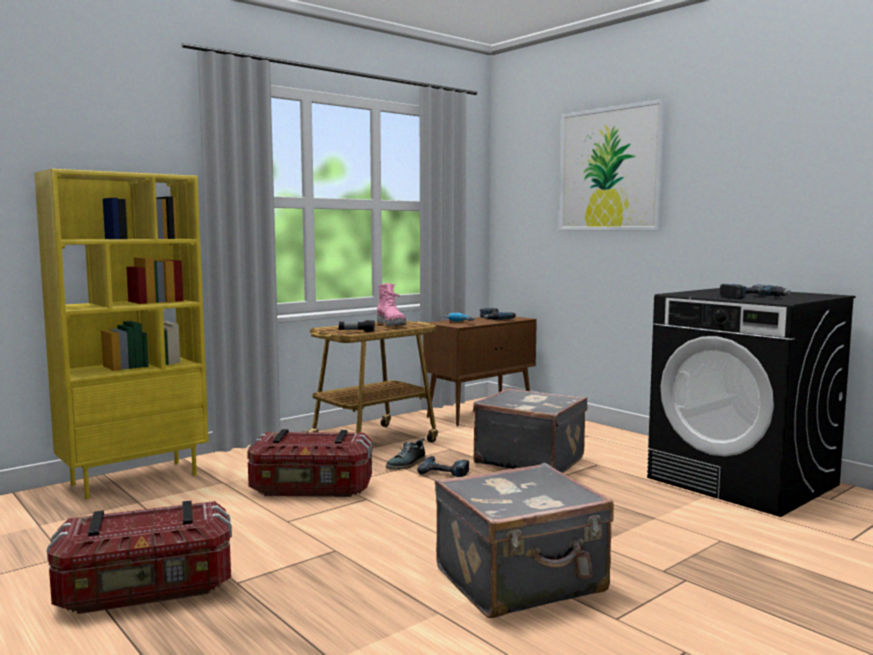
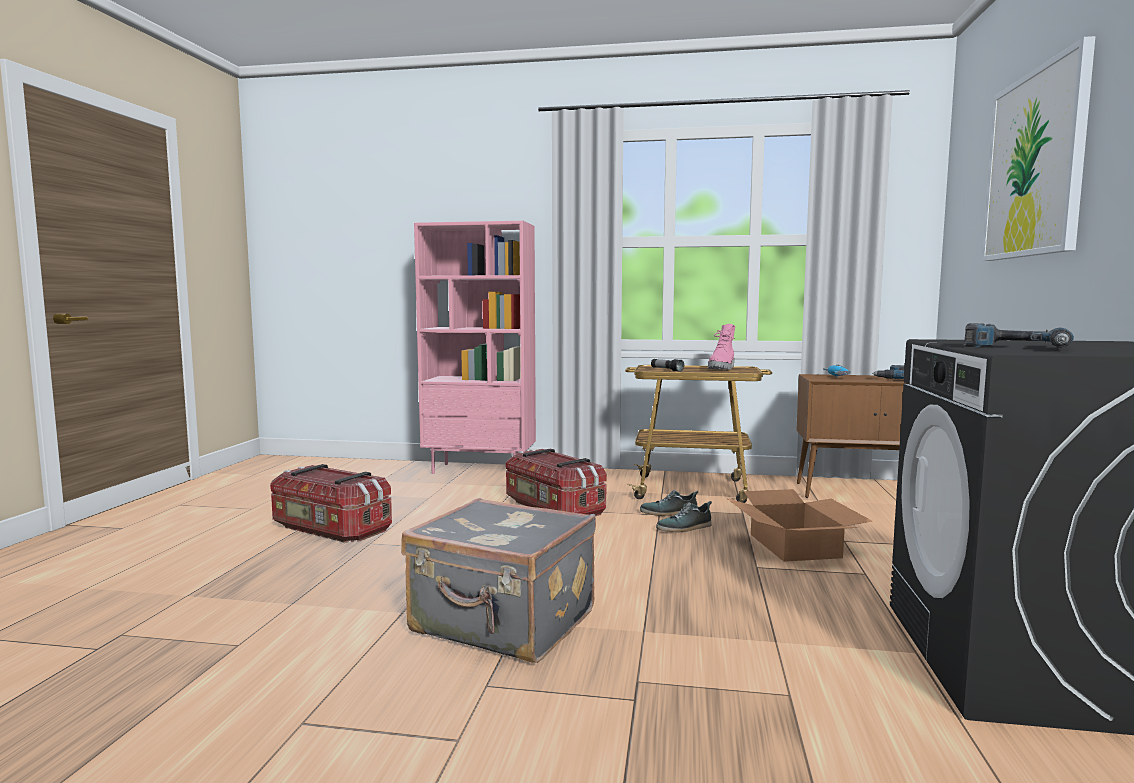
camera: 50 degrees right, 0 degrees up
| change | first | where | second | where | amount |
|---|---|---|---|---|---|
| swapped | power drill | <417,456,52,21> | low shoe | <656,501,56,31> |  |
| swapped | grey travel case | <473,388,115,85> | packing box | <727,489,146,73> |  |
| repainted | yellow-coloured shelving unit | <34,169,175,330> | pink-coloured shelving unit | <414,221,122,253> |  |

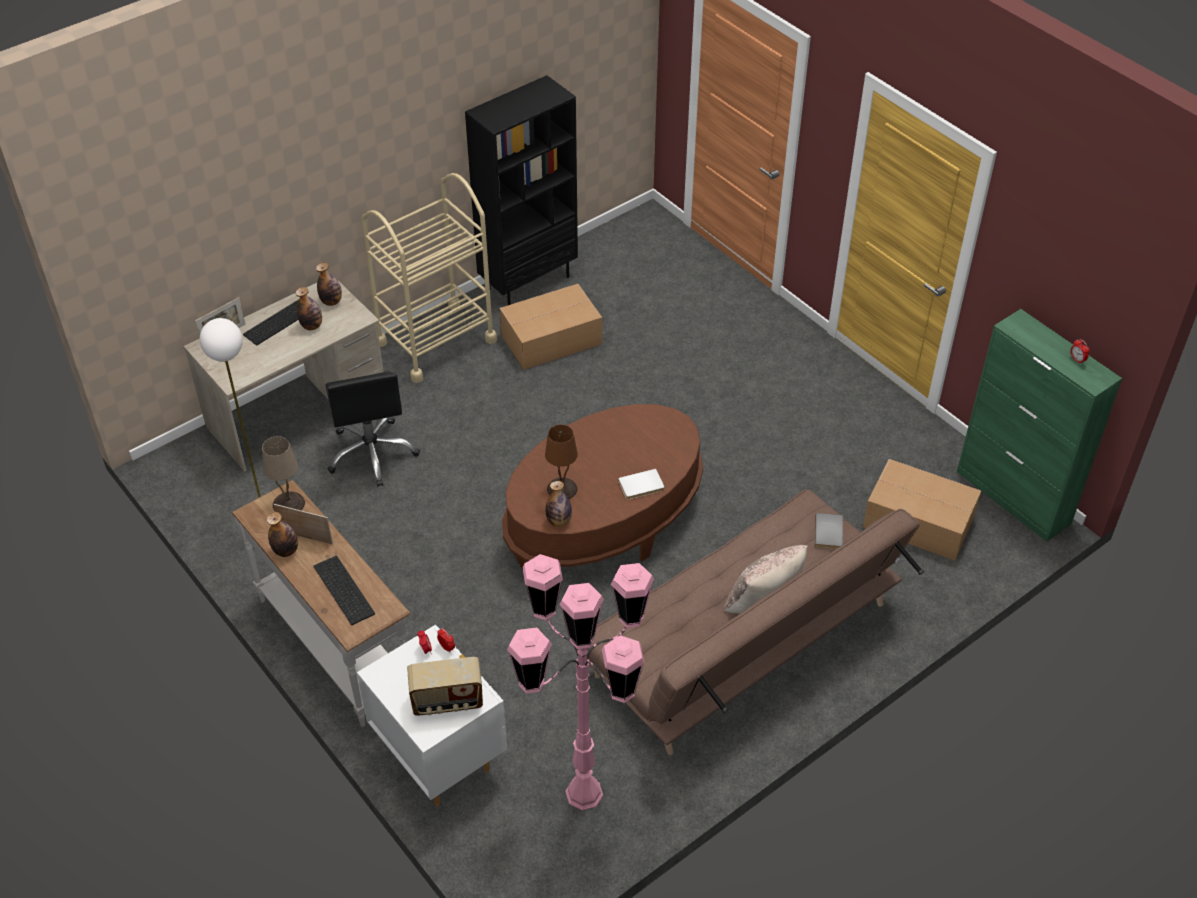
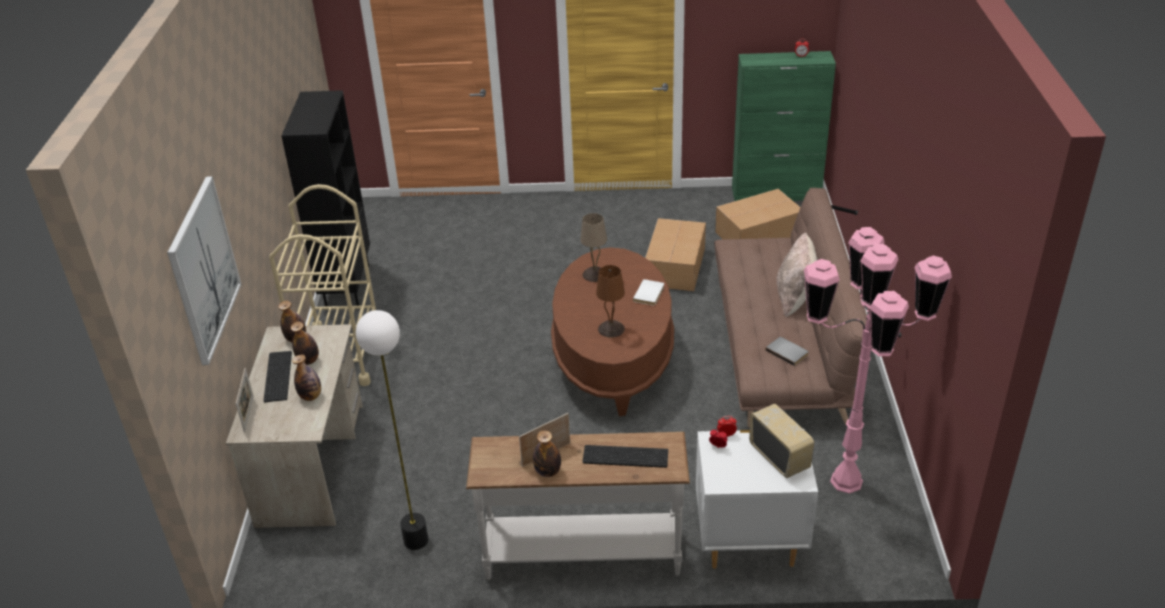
camera: 50 degrees left, 10 degrees down
| change | first | where | second | where | amount |
|---|---|---|---|---|---|
| gone | black desk chair | <325,371,95,116> |  |  |  |
| new |  |  | wall art | <167,176,74,189> |  |
| shifted | sand-coloured lamp for a table | <262,436,43,75> |  | <580,213,27,69> |  |
| shifted | packing box | <500,284,102,86> |  | <645,218,61,74> |  |
| shifted | drink bottle | <546,481,26,46> |  | <292,355,29,46> |  |
| shifted | grey volume | <815,513,28,36> |  | <765,337,44,29> |  |
| rotated | radio | <407,657,76,59> |  | <749,404,65,74> | 60 degrees counterclockwise |

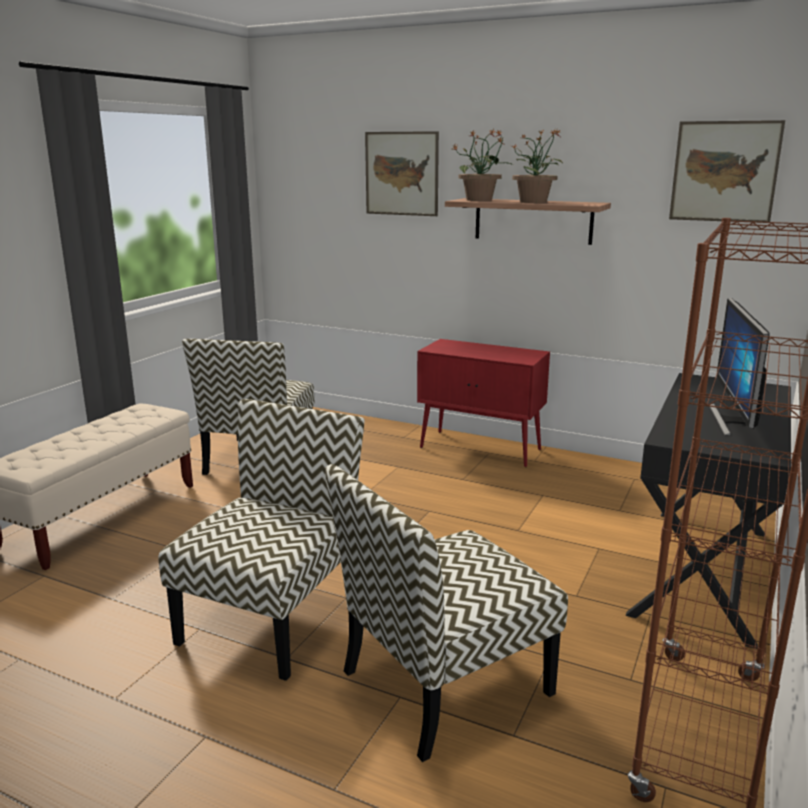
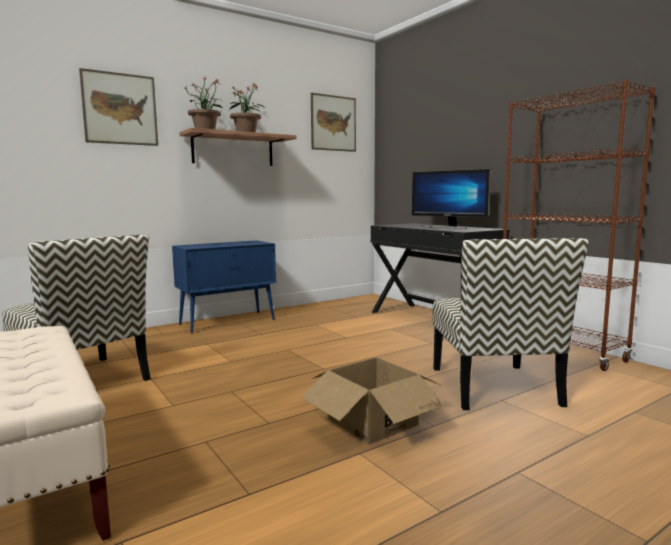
camera: 60 degrees left, 10 degrees down
| change | first | where | second | where | amount |
|---|---|---|---|---|---|
| swapped | chair | <158,399,207,282> | packing box | <301,357,143,87> |  |
| repainted | reddish cupboard | <417,339,133,128> | blue cupboard | <172,241,104,93> |  |

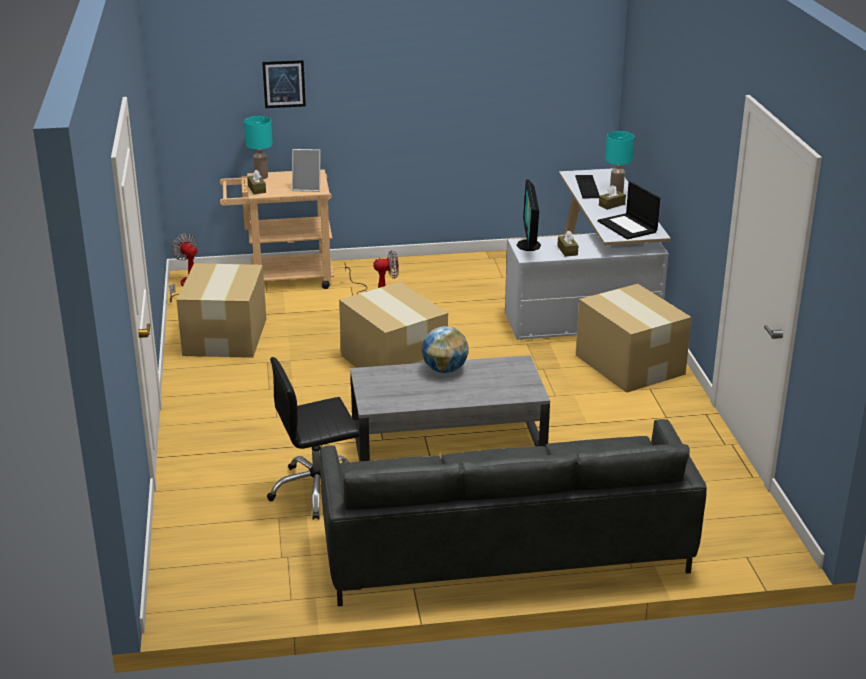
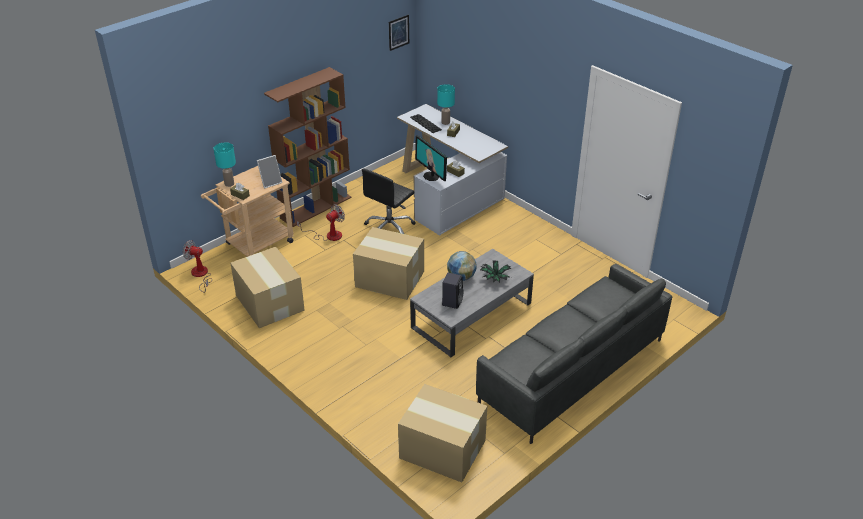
camera: 35 degrees left, 10 degrees up
| change | first | where | second | where | amount |
|---|---|---|---|---|---|
| gone | notebook computer | <598,181,62,58> |  |  |  |
| new |  |  | brown shelving unit | <264,67,88,160> |  |
| new |  |  | black loudspeaker | <442,273,22,36> |  |
| new |  |  | potted plant | <480,260,31,22> |  |
| shifted | wall art | <262,60,44,48> |  | <389,15,20,36> |  |
| shifted | black desk chair | <267,357,93,163> |  | <362,168,54,66> |  |
| shifted | packing box | <576,284,116,109> |  | <398,384,89,98> |  |

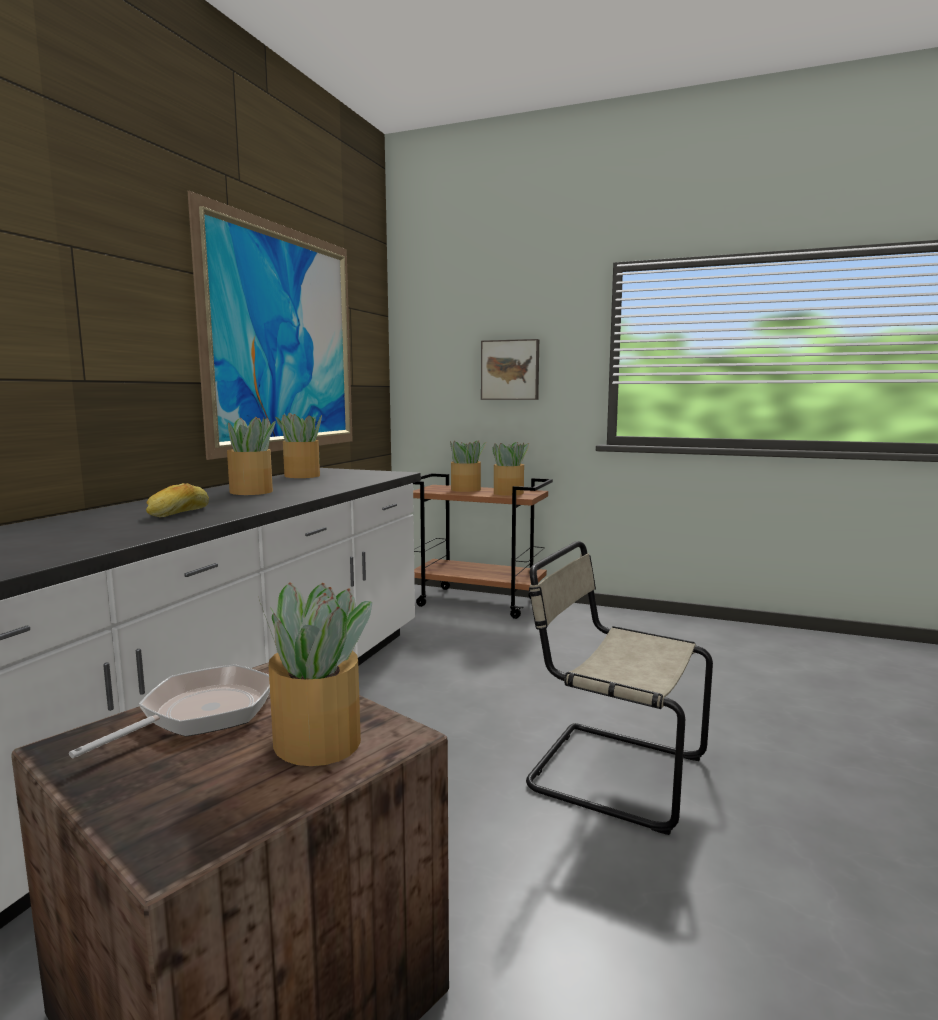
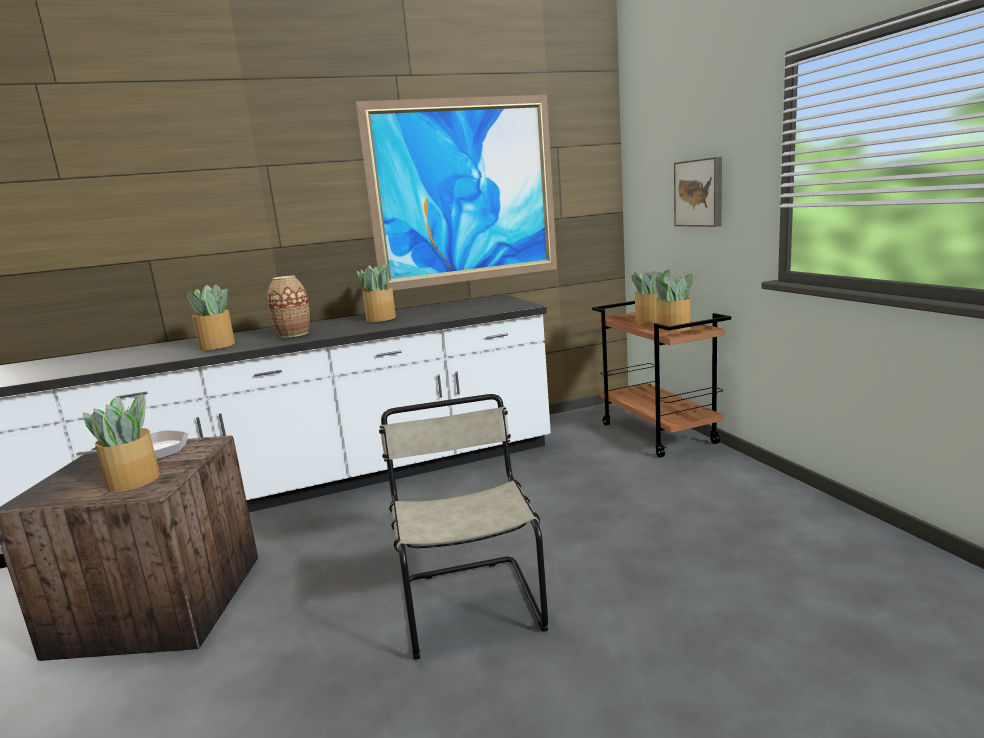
camera: 50 degrees right, 5 degrees up
| change | first | where | second | where | amount |
|---|---|---|---|---|---|
| shifted | potted plant | <275,413,47,65> |  | <187,284,48,66> |  |
| swapped | bakery bread | <146,483,63,34> | flower vase | <267,276,43,62> |  |

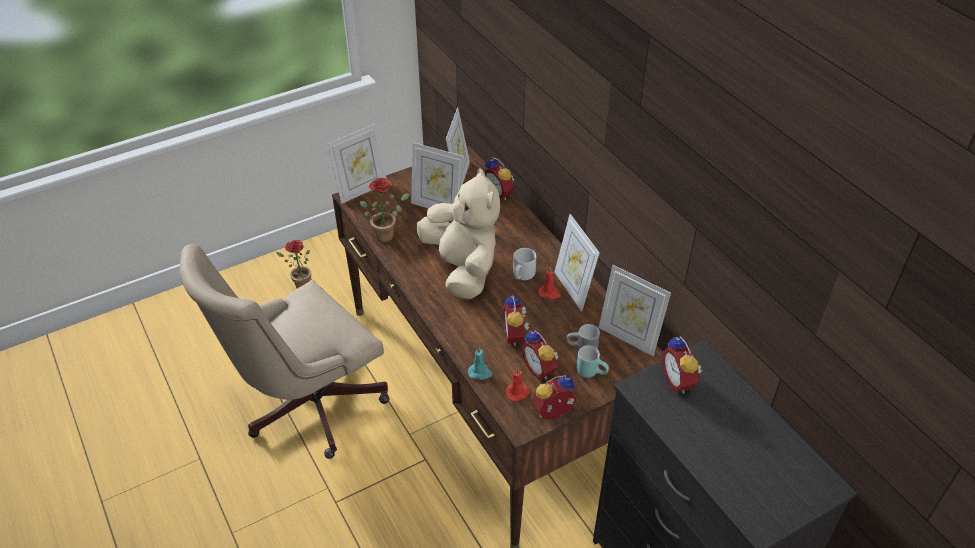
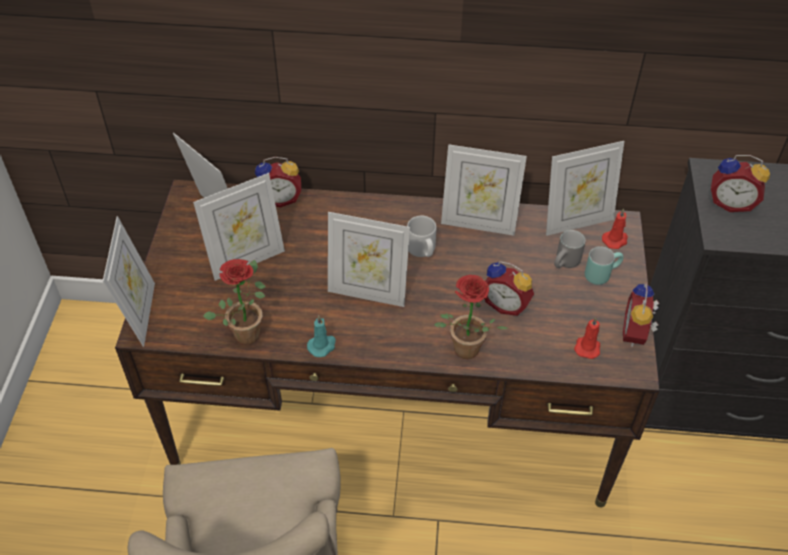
camera: 55 degrees left, 5 degrees up
| change | first | where | second | where | amount |
|---|---|---|---|---|---|
| gone | bedside clock | <521,330,37,49> |  |  |  |
| shifted | potted plant | <276,240,35,49> |  | <434,275,75,84> |  |
| shifted | blue-green candle | <468,347,25,33> |  | <307,316,29,41> |  |
| shifted | reddish candle | <538,267,23,32> |  | <602,208,26,41> |  |
| swapped | sand-coloured soft toy | <417,168,83,131> | photo frame | <328,212,82,95> |  |

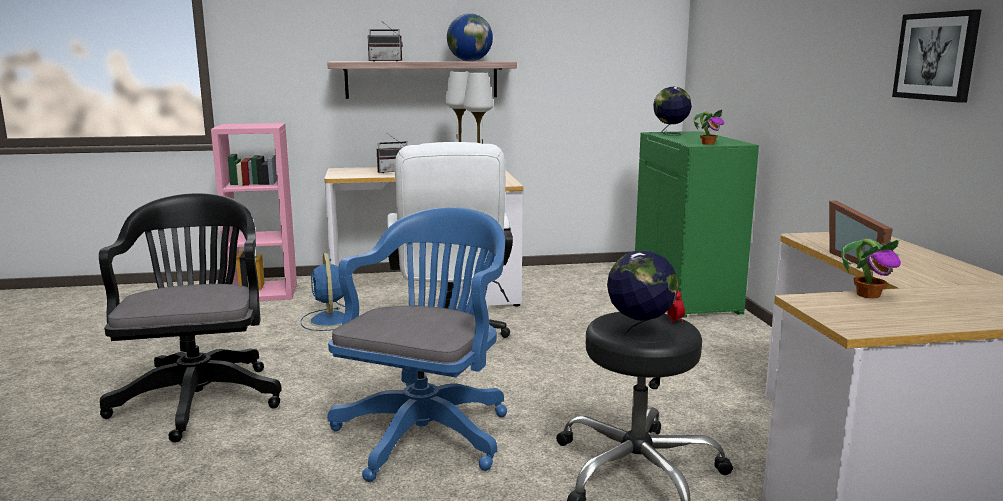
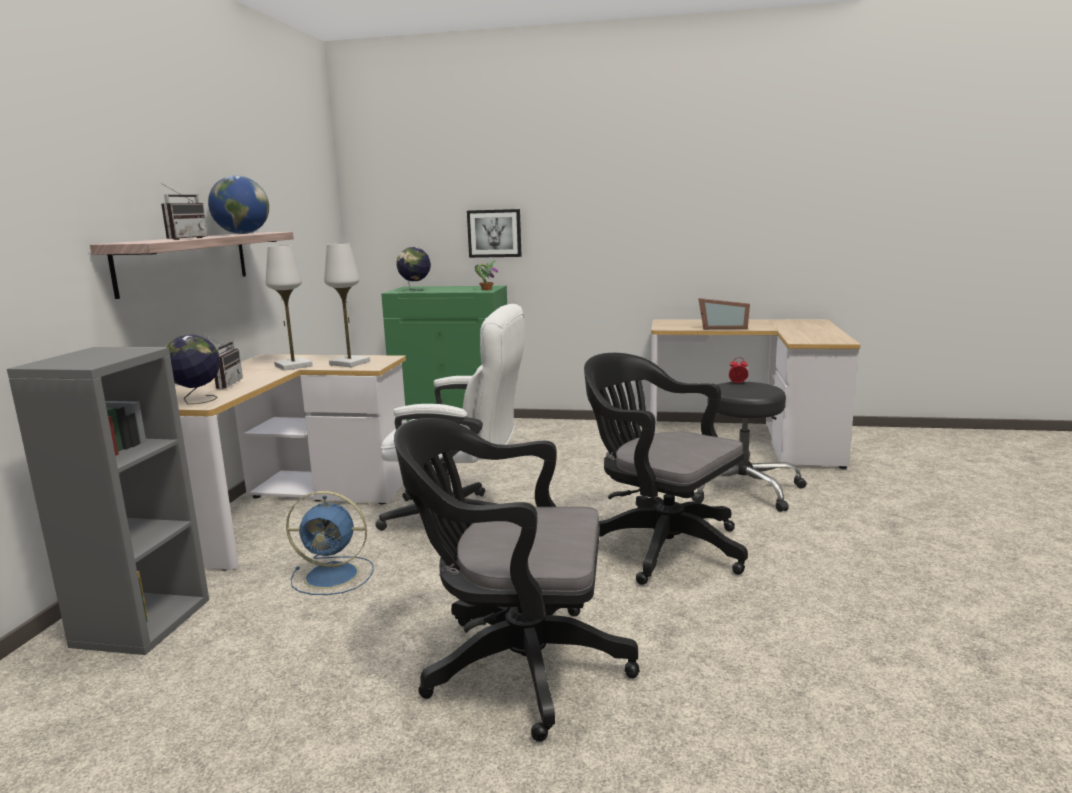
camera: 70 degrees left, 0 degrees up
| change | first | where | second | where | amount |
|---|---|---|---|---|---|
| gone | potted plant | <841,239,60,60> |  |  |  |
| shifted | globe | <607,251,72,92> |  | <166,334,55,70> |  |
| shifted | wall art | <892,10,89,93> |  | <467,209,55,49> |  |
| repainted | pink-coloured shelving unit | <211,123,86,178> | grey shelving unit | <7,347,202,308> |  |
| repainted | blue desk chair | <328,207,179,275> | black desk chair | <584,353,164,232> |  |

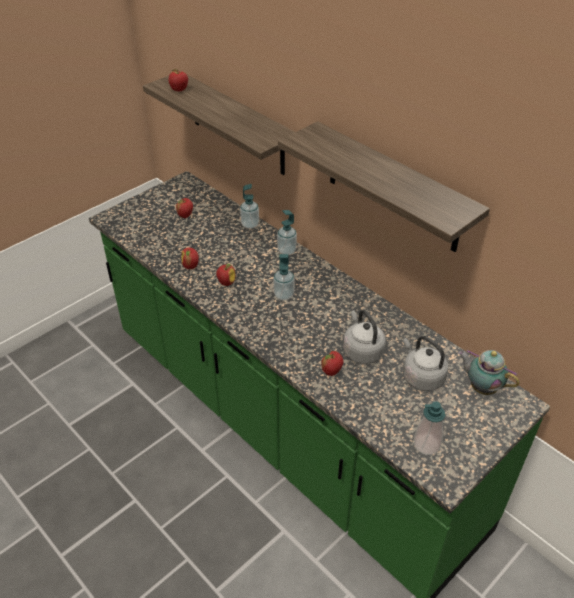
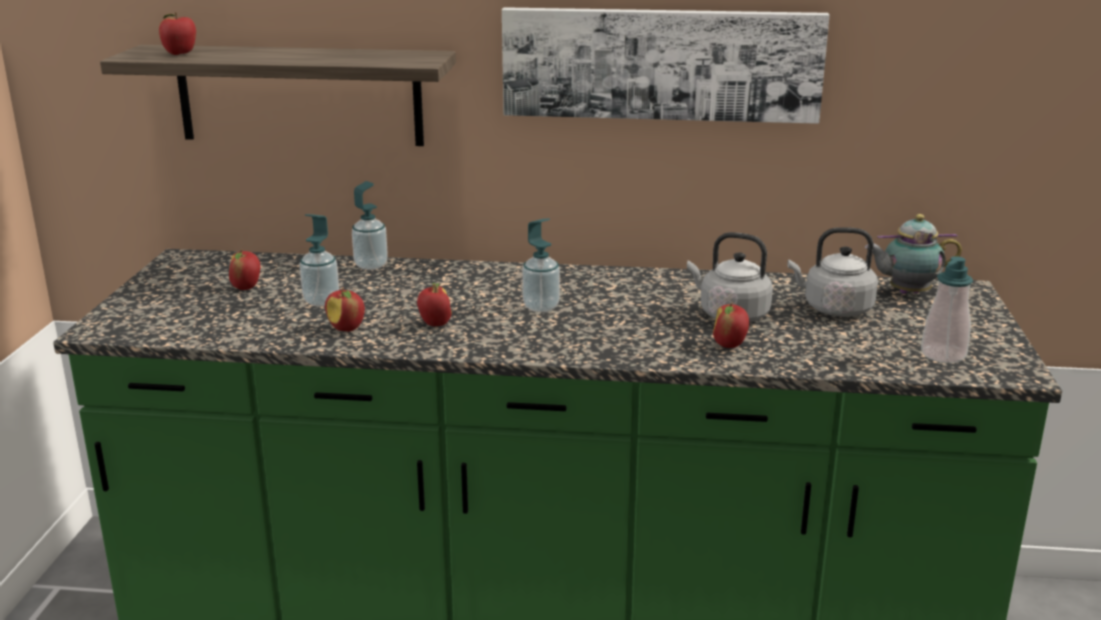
camera: 40 degrees left, 20 degrees down
| change | first | where | second | where | amount |
|---|---|---|---|---|---|
| shifted | soap dispenser | <277,210,20,45> |  | <299,214,40,92> |  |
| swapped | wall shelf | <278,121,212,131> | wall art | <502,7,328,117> |  |

